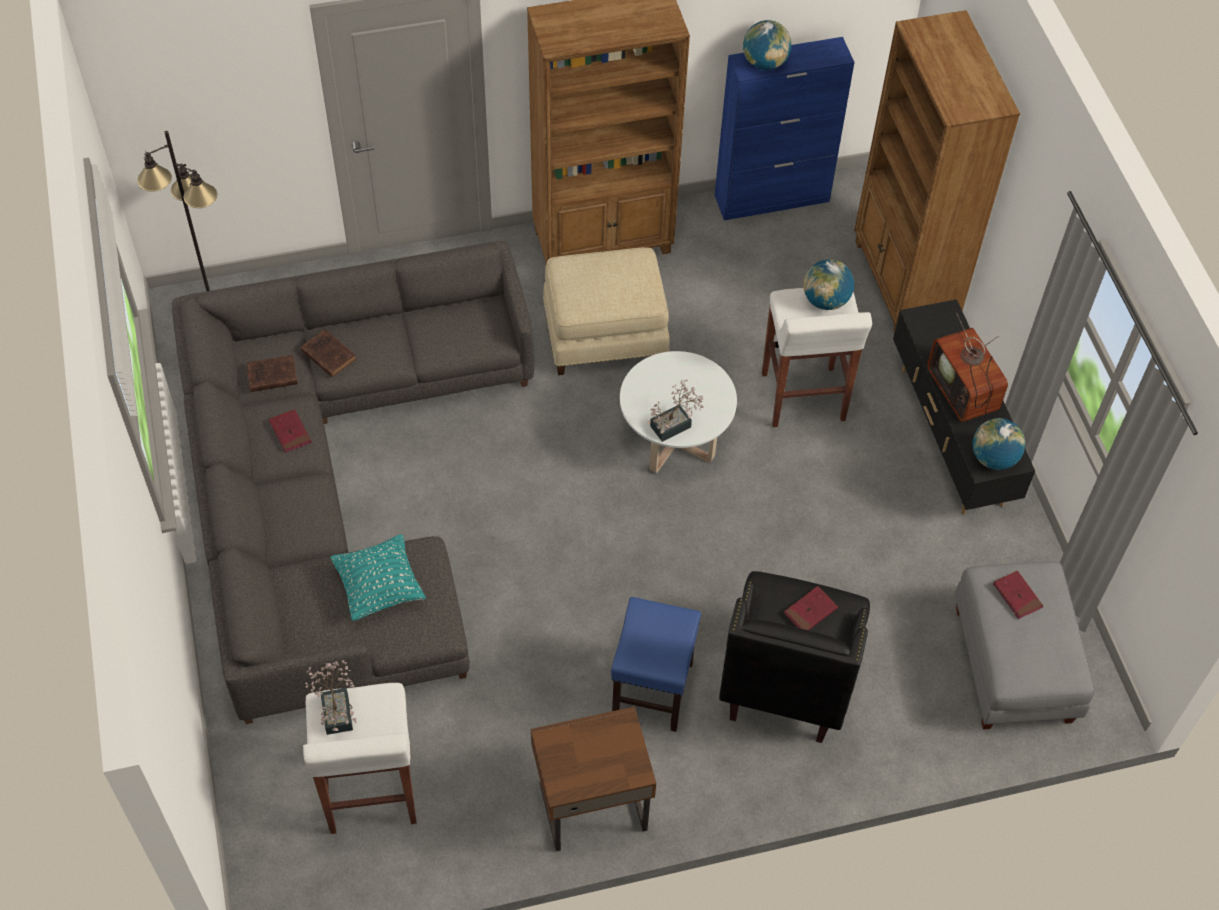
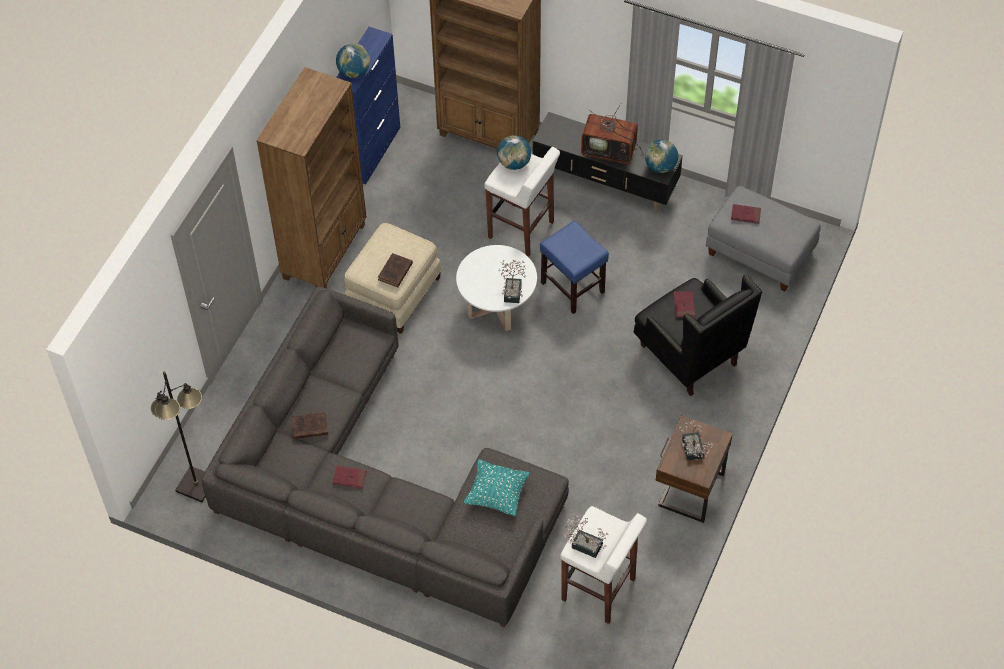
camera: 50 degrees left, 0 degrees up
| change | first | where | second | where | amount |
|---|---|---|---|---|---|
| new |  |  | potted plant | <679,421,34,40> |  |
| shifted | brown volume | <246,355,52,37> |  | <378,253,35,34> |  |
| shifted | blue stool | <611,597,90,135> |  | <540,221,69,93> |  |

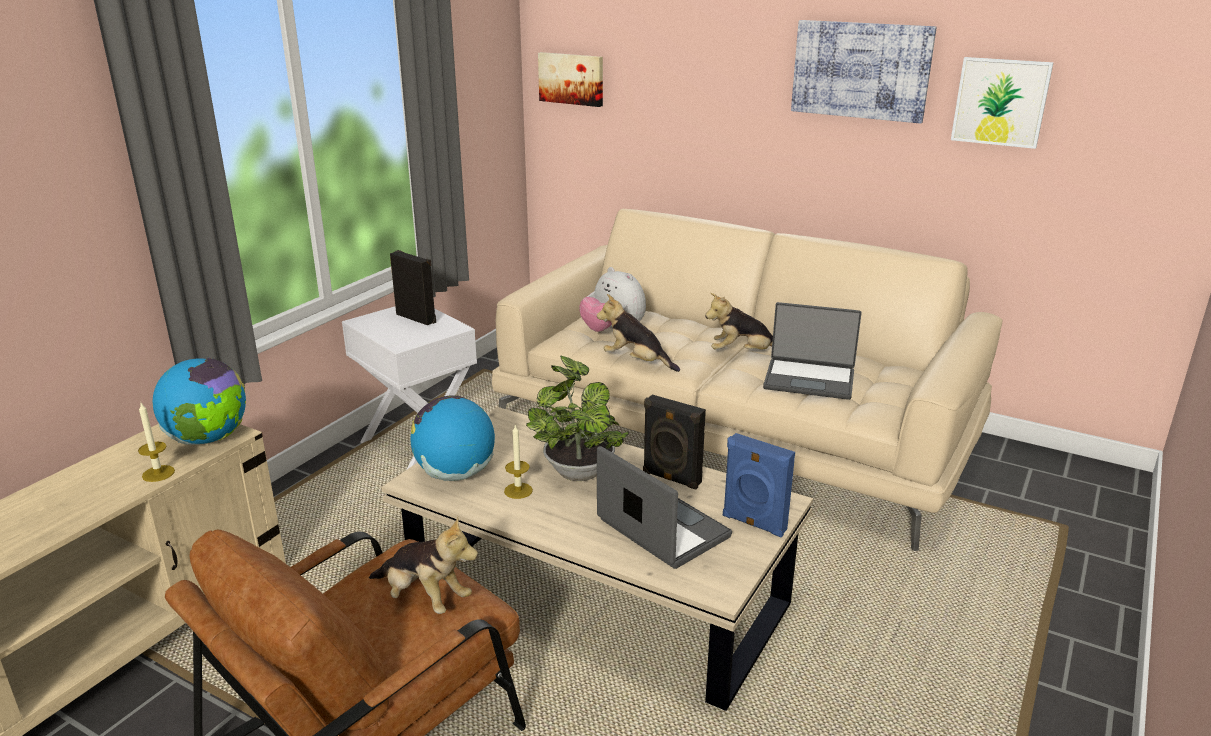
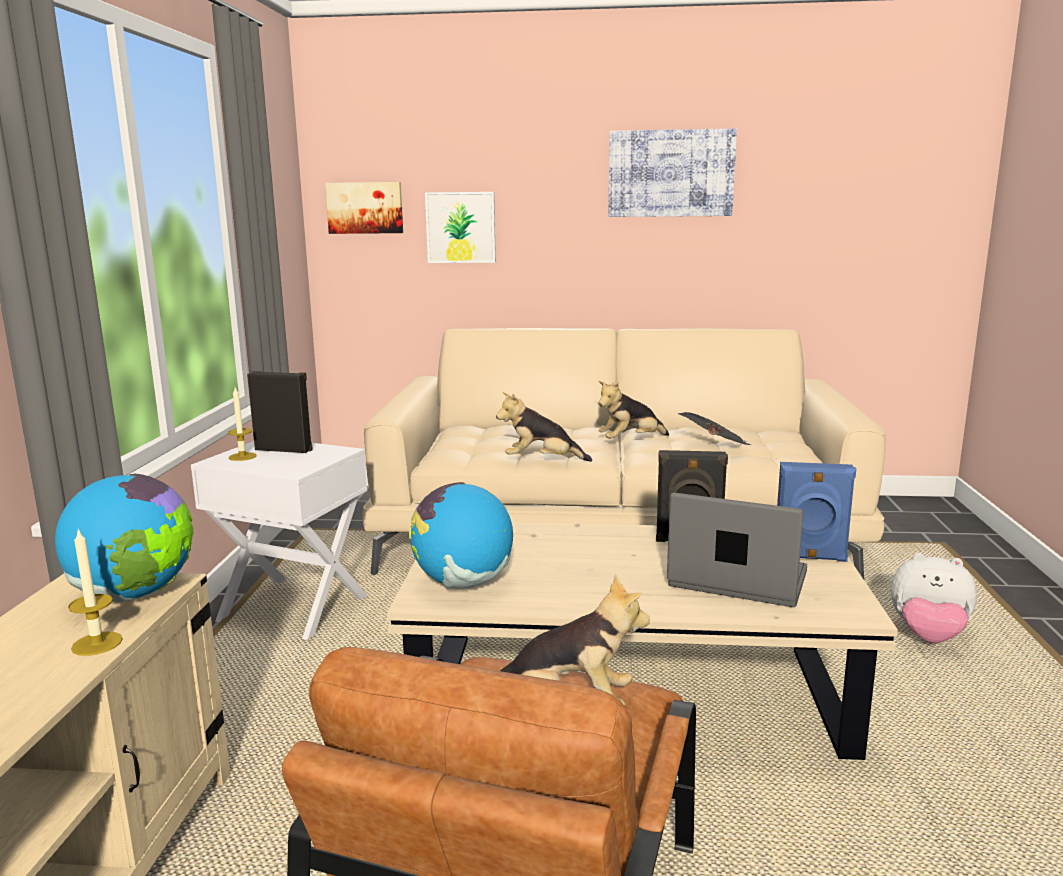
camera: 25 degrees left, 10 degrees down
| change | first | where | second | where | amount |
|---|---|---|---|---|---|
| gone | potted plant | <526,356,103,125> |  |  |  |
| shifted | candle | <504,425,29,74> |  | <228,387,28,74> |  |
| shifted | soft toy | <579,267,67,65> |  | <891,553,86,90> |  |
| shifted | wall art | <951,57,103,92> |  | <425,192,71,71> |  |
| swapped | notebook computer | <763,302,99,98> | daily paper | <678,412,73,33> |  |

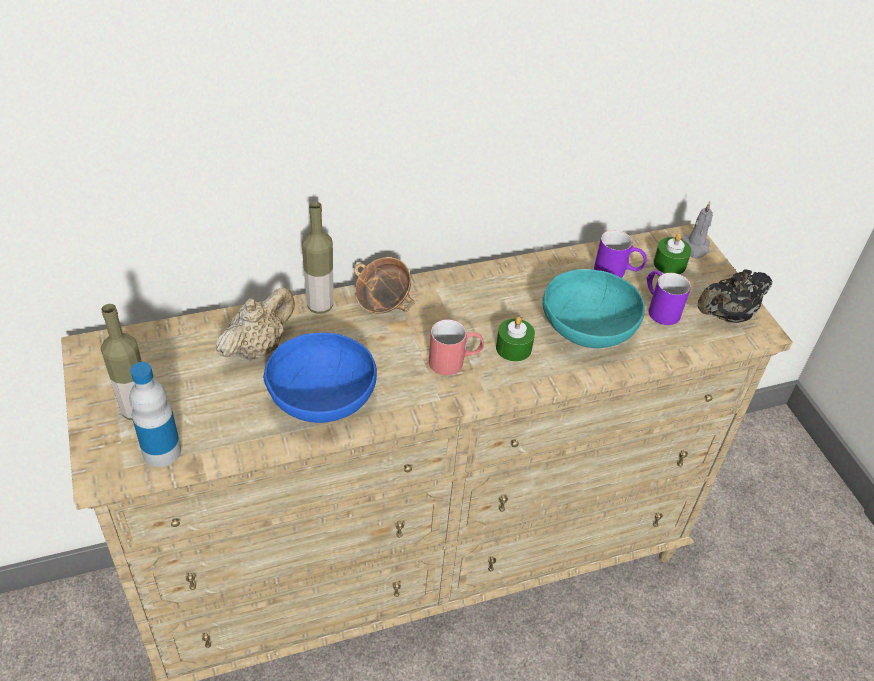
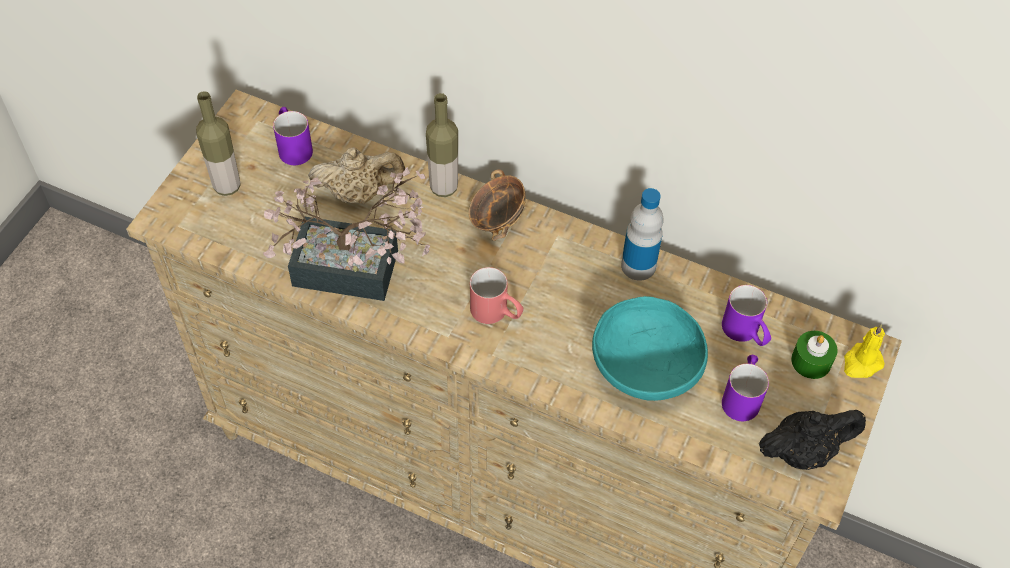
camera: 45 degrees right, 10 degrees up
| change | first | where | second | where | amount |
|---|---|---|---|---|---|
| gone | green-coloured candle | <496,317,39,45> |  |  |  |
| new |  |  | purple-coloured coffee mug | <273,107,40,58> |  |
| shifted | drink bottle | <129,362,52,105> |  | <621,188,43,93> |  |
| swapped | blue deep dish | <263,333,114,90> | potted plant | <263,167,167,134> |  |
| repainted | grey candle | <681,202,32,57> | yellow-coloured candle | <844,324,41,54> |  |
| rotated | black teapot | <698,269,75,54> |  | <759,410,107,60> | 150 degrees clockwise |

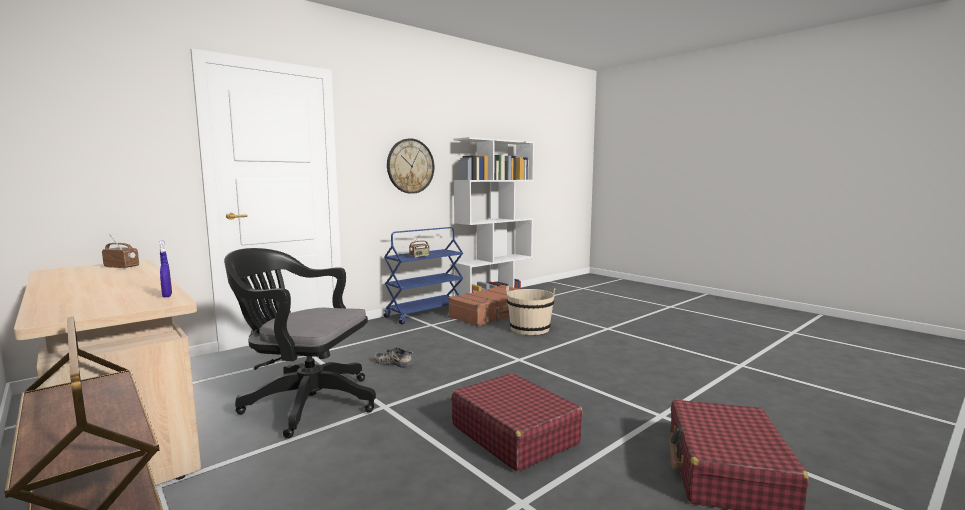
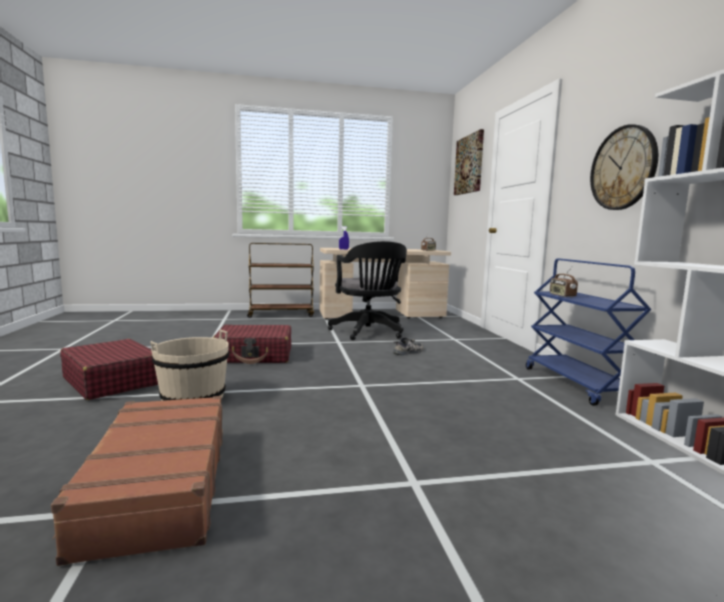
camera: 120 degrees right, 0 degrees up
| change | first | where | second | where | amount |
|---|---|---|---|---|---|
| new |  |  | wall art | <454,129,30,66> |  |
| shifted | brown travel case | <448,285,70,41> |  | <51,396,172,170> |  |
| shifted | sand-coloured pail | <506,286,49,49> |  | <150,330,79,71> |  |
| rotated | black desk chair | <224,248,152,190> |  | <328,241,79,99> | 120 degrees clockwise |

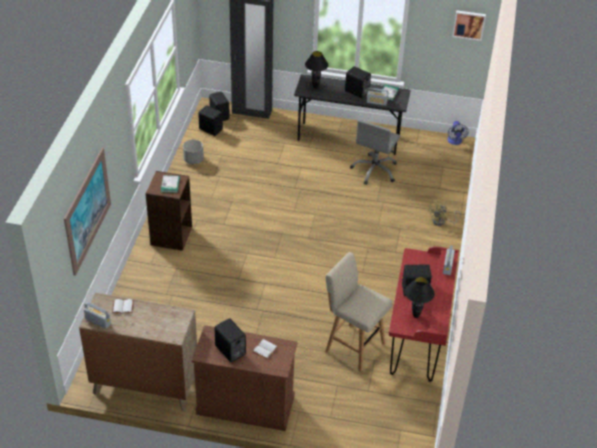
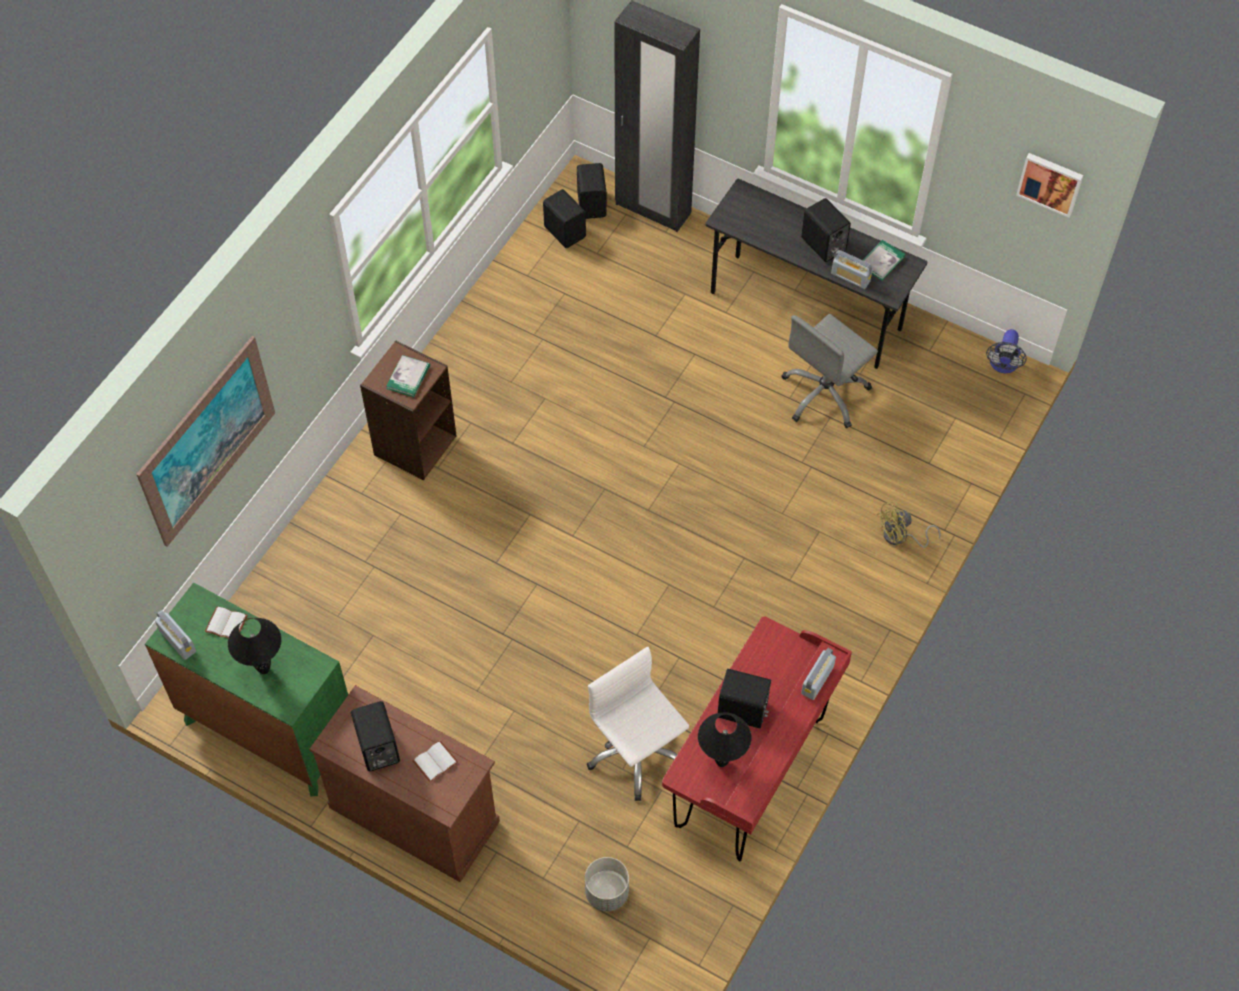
camera: 20 degrees right, 15 degrees up
| change | first | where | second | where | amount |
|---|---|---|---|---|---|
| shifted | grey plant pot | <183,139,21,25> |  | <585,857,44,54> |  |
| shifted | black lamp for a table | <305,51,23,37> |  | <228,618,54,56> |  |
| swapped | sand-coloured stool | <325,252,67,120> | white desk chair | <587,647,102,154> |  |
| repainted | brown chest of drawers | <79,293,118,119> | green-coloured chest of drawers | <145,582,203,214> |  |

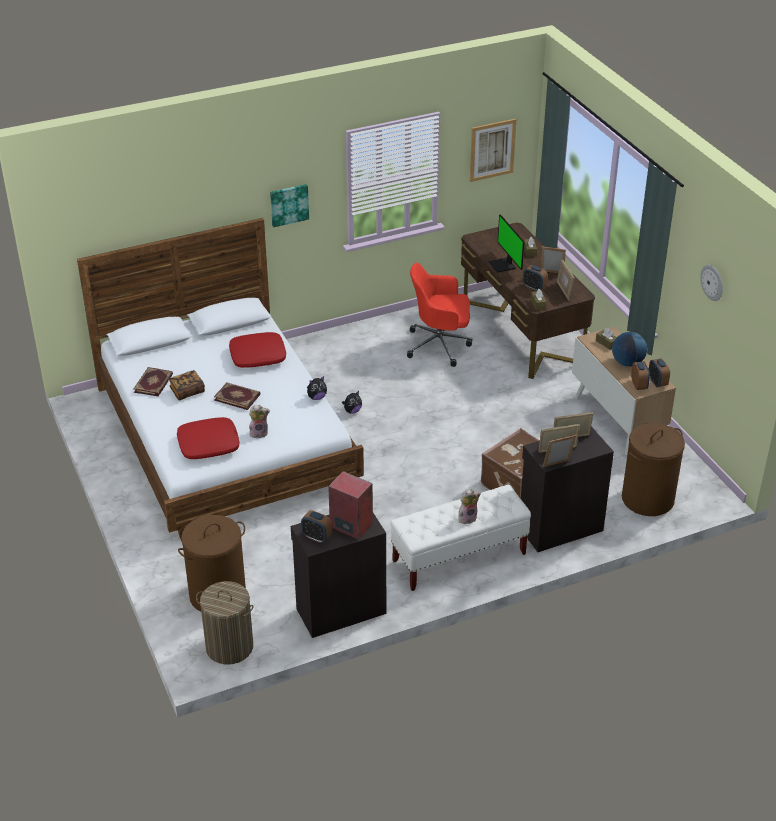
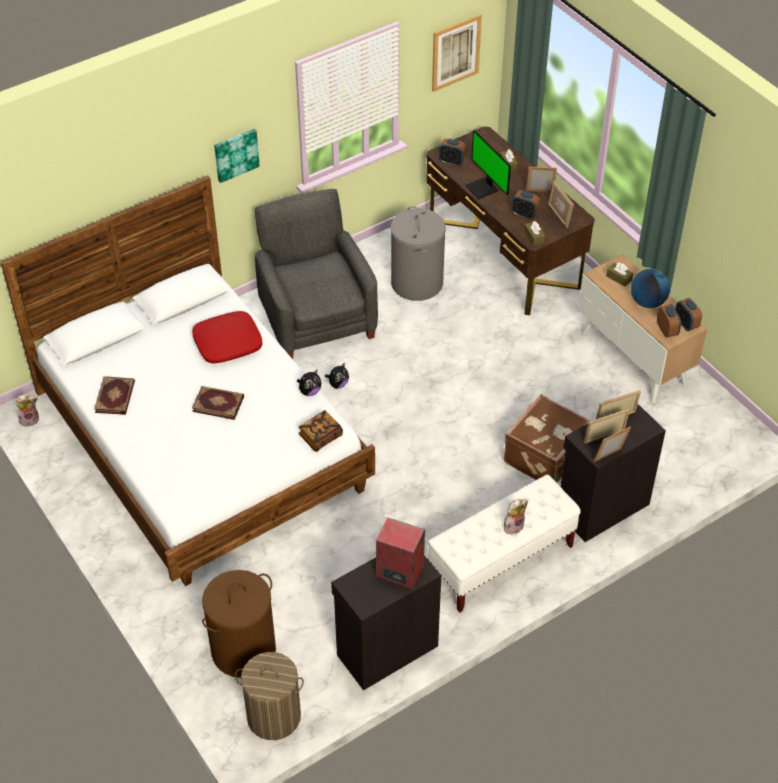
camera: 10 degrees left, 10 degrees up
| change | first | where | second | where | amount |
|---|---|---|---|---|---|
| gone | reddish pillow | <177,417,62,42> |  |  |  |
| gone | brown laundry basket | <622,423,63,93> |  |  |  |
| gone | wall clock | <700,265,23,36> |  |  |  |
| new |  |  | grey lounge chair | <255,189,123,170> |  |
| shifted | volume | <169,370,36,31> |  | <299,410,44,42> |  |
| shifted | soft toy | <249,405,21,34> |  | <16,394,23,32> |  |
| shifted | bedside clock | <301,510,31,33> |  | <439,139,27,27> |  |
| swapped | reddish desk chair | <407,263,65,104> | grey laundry basket | <391,206,55,95> |  |

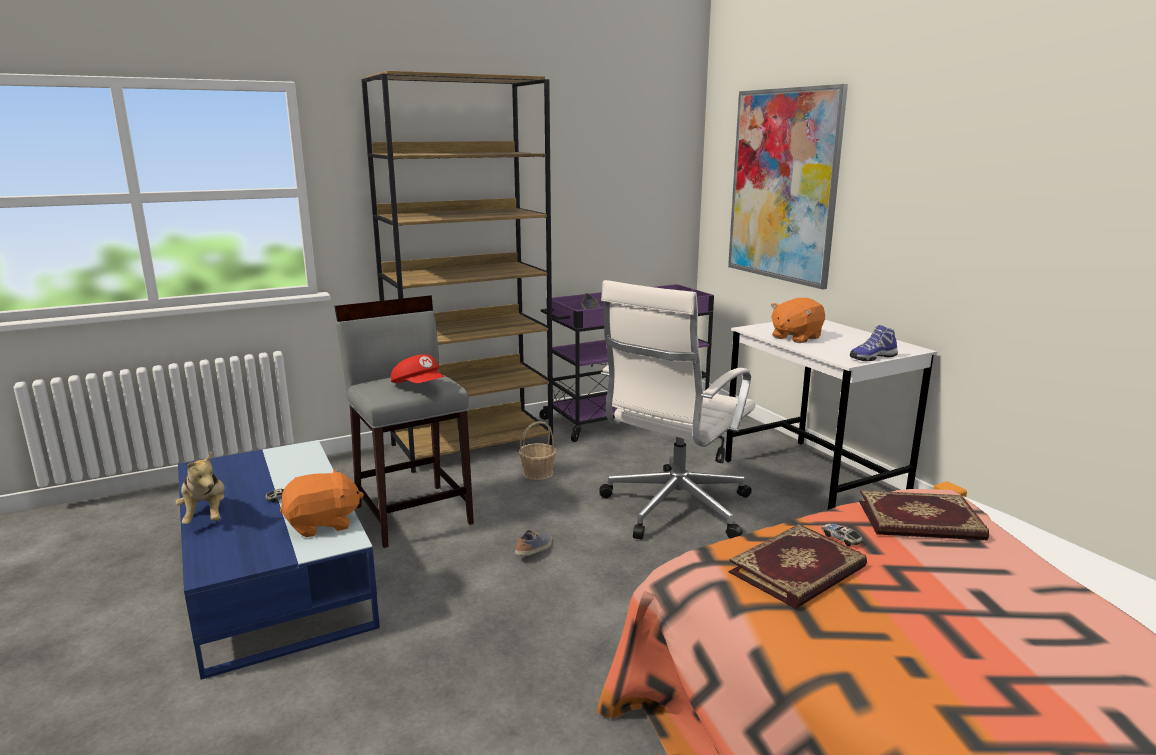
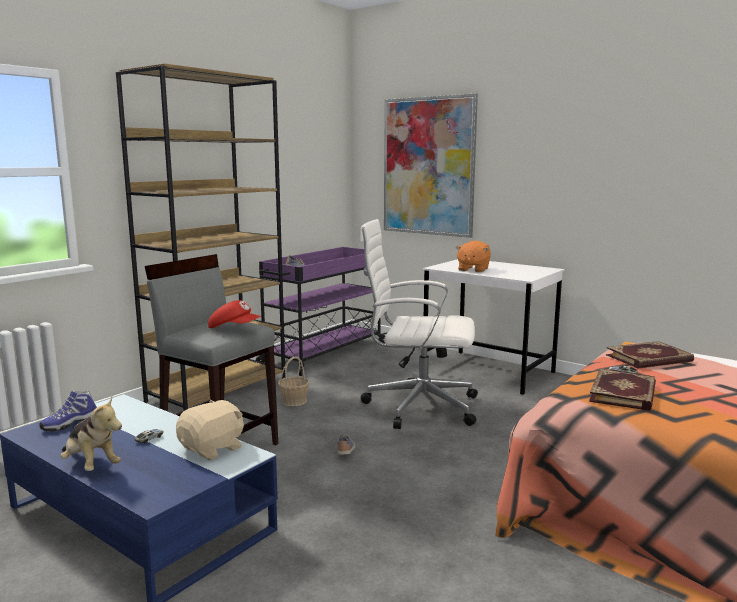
camera: 25 degrees left, 5 degrees down
| change | first | where | second | where | amount |
|---|---|---|---|---|---|
| shifted | low shoe | <850,325,48,36> |  | <39,391,58,41> |  |
| repainted | orangey soft toy | <280,468,84,69> | sand-coloured soft toy | <176,399,68,61> |  |
| rotated | white desk chair | <599,280,156,259> |  | <359,219,119,210> | 90 degrees clockwise |

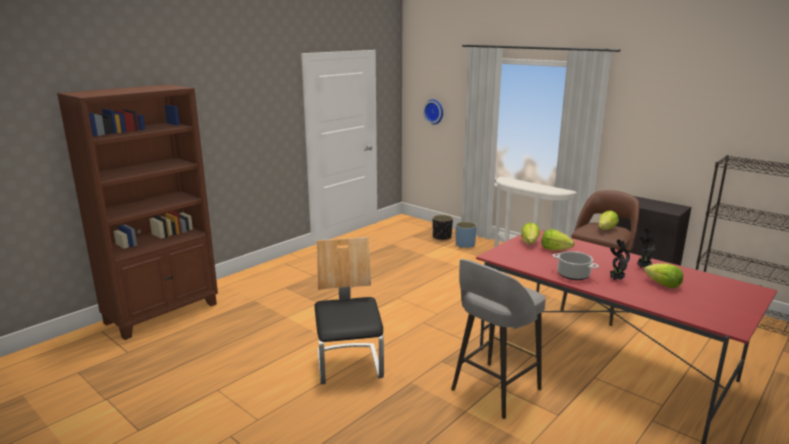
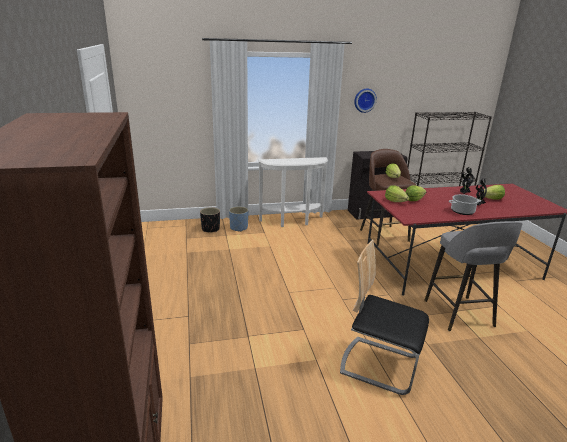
camera: 55 degrees left, 5 degrees up
| change | first | where | second | where | amount |
|---|---|---|---|---|---|
| shifted | wall clock | <423,99,20,25> |  | <354,89,23,24> |  |

